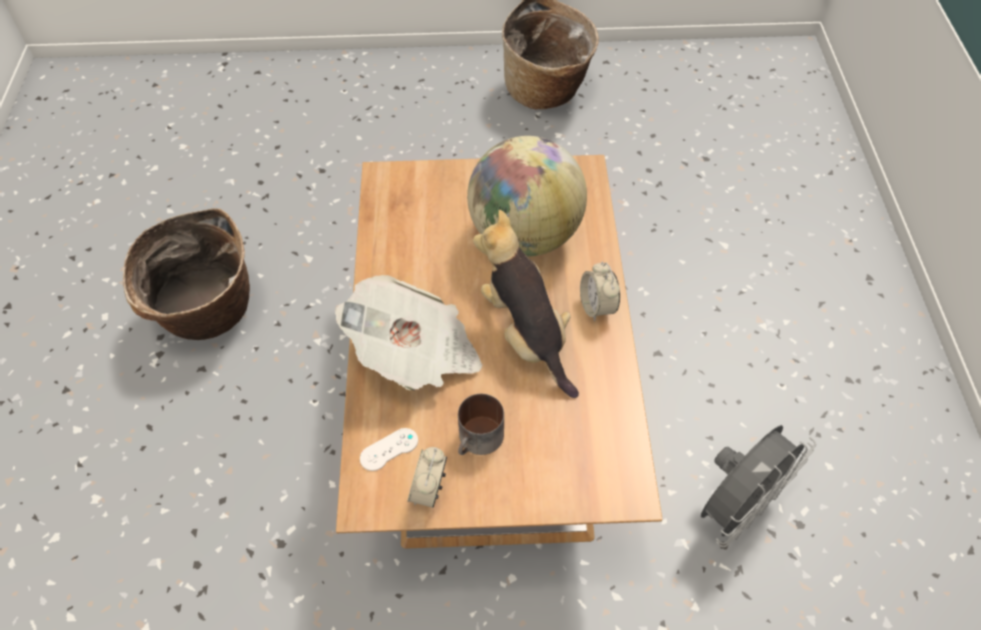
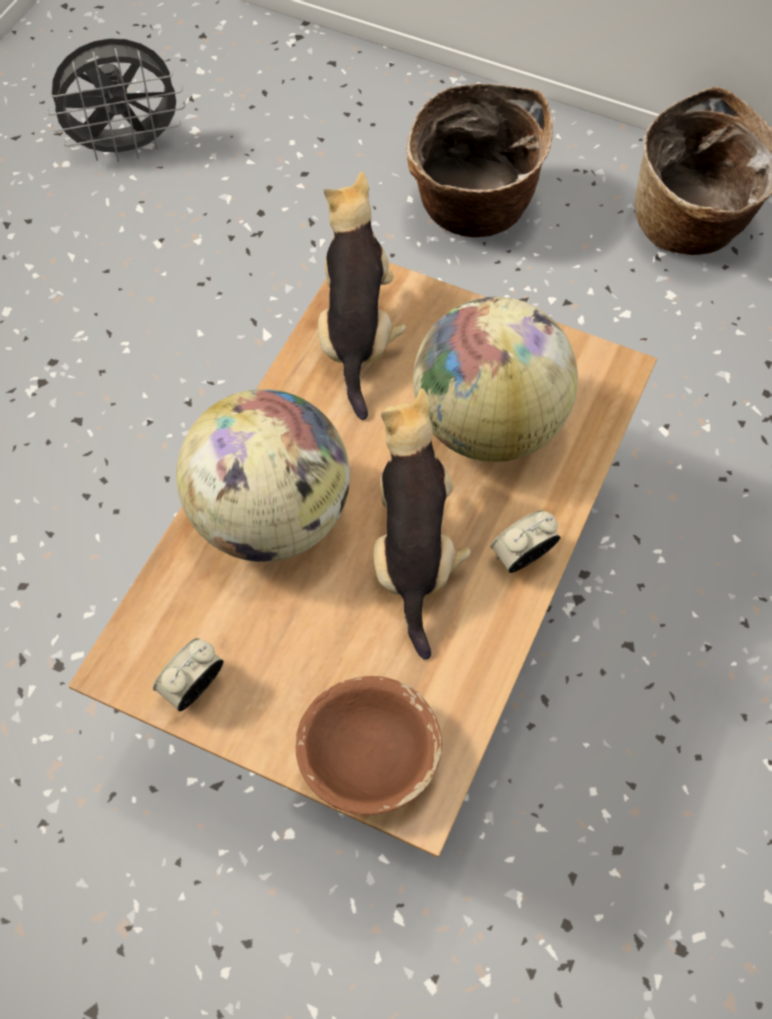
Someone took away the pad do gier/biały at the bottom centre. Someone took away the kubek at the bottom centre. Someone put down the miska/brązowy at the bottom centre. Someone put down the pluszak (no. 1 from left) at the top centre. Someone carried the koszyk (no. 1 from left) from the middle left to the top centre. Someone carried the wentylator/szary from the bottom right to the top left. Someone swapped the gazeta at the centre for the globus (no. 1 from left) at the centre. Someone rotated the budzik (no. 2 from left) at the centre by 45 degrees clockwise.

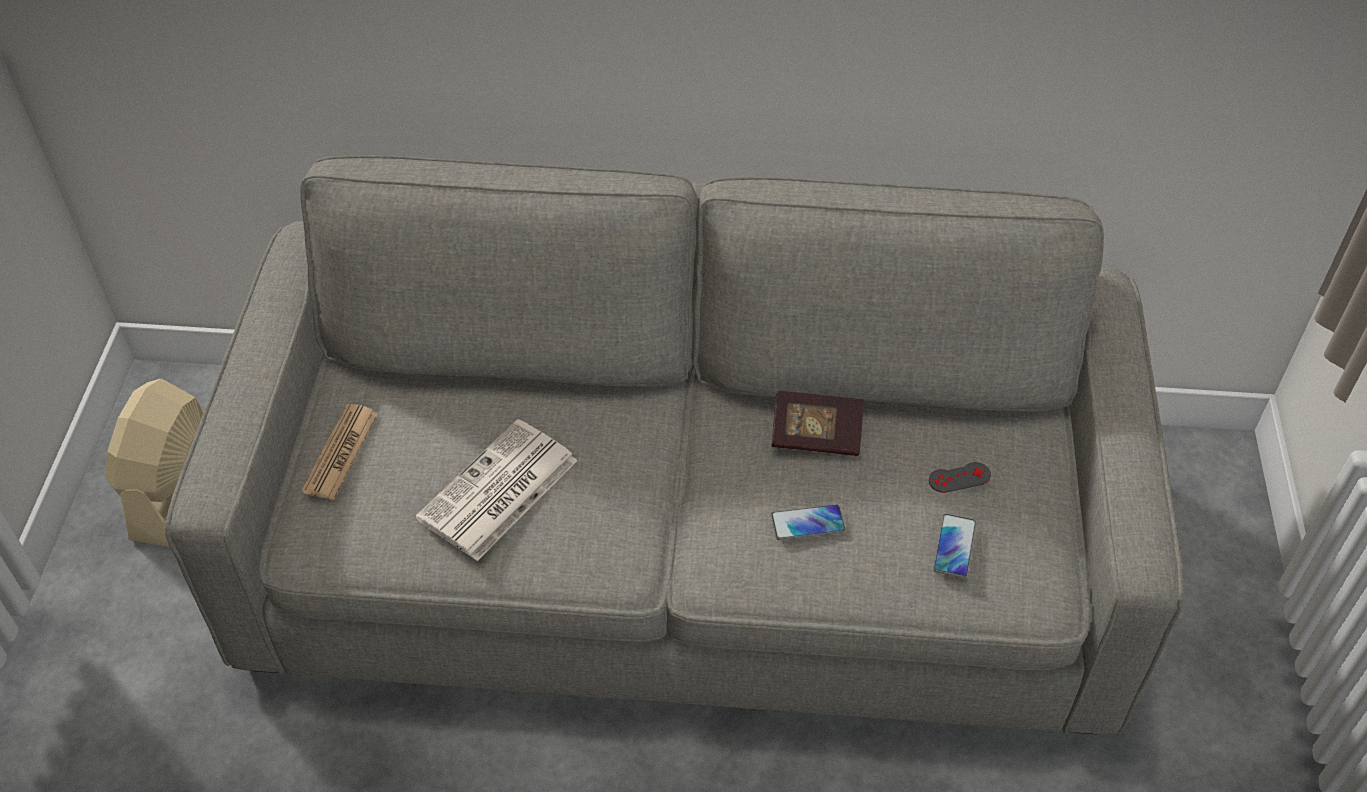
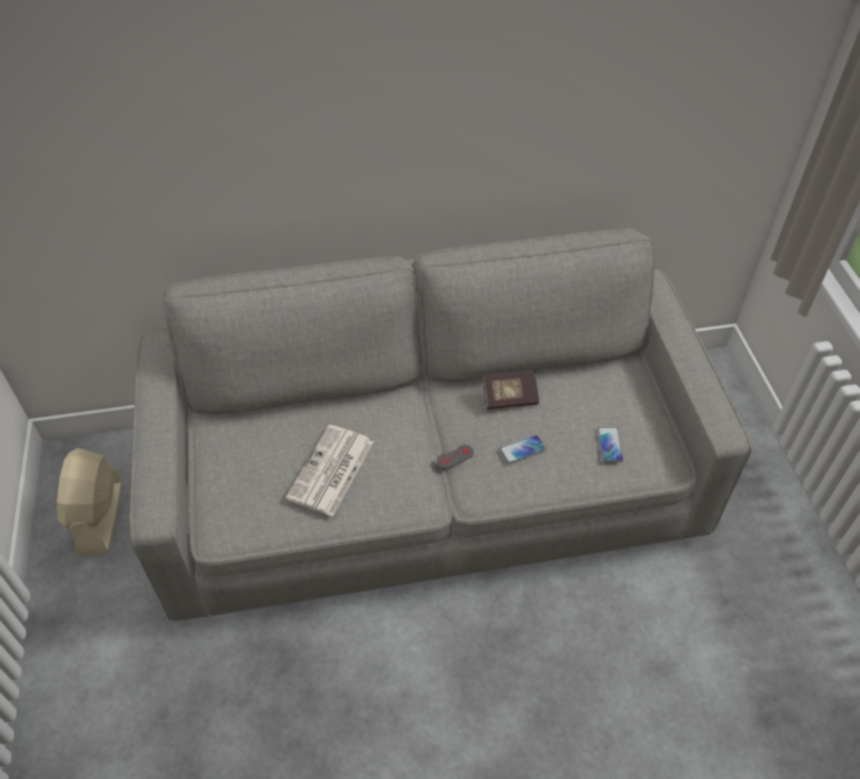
Someone took away the gazeta (no. 1 from left) at the middle left. Someone carried the pad do gier/szary from the middle right to the centre.

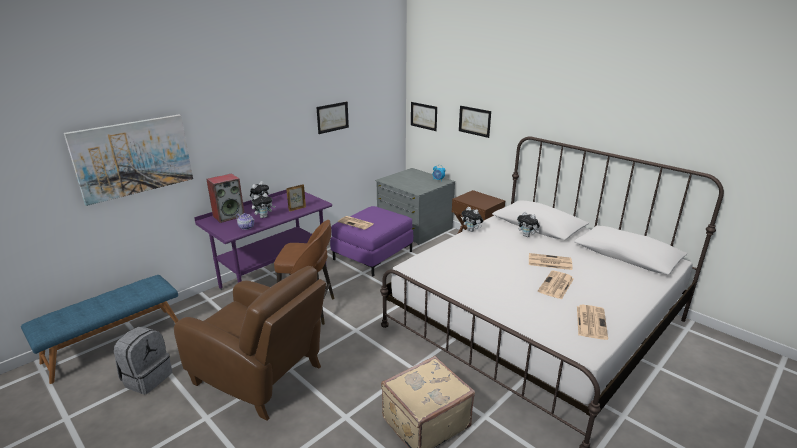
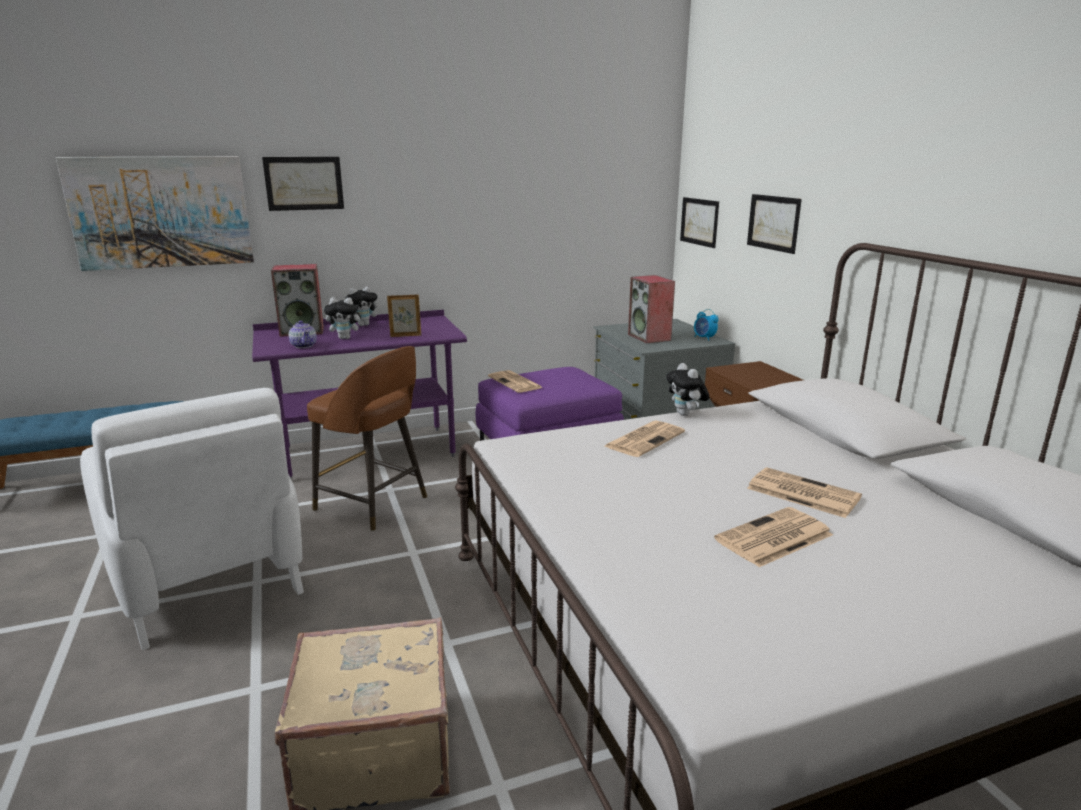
Someone took away the plecak/szary at the bottom left. Someone took away the pluszak (no. 4 from left) at the centre. Someone put down the głośnik (no. 2 from left) at the centre. Someone carried the obraz (no. 2 from left) from the top centre to the top left. Someone carried the gazeta (no. 4 from left in the first image) from the bottom right to the centre. Someone repainted the fotel/brązowy at the bottom left, which became the fotel/biały at the middle left.

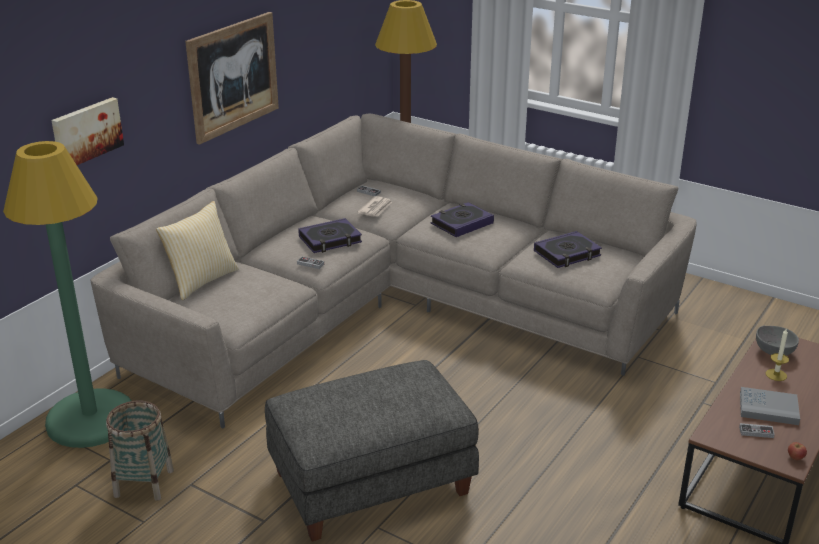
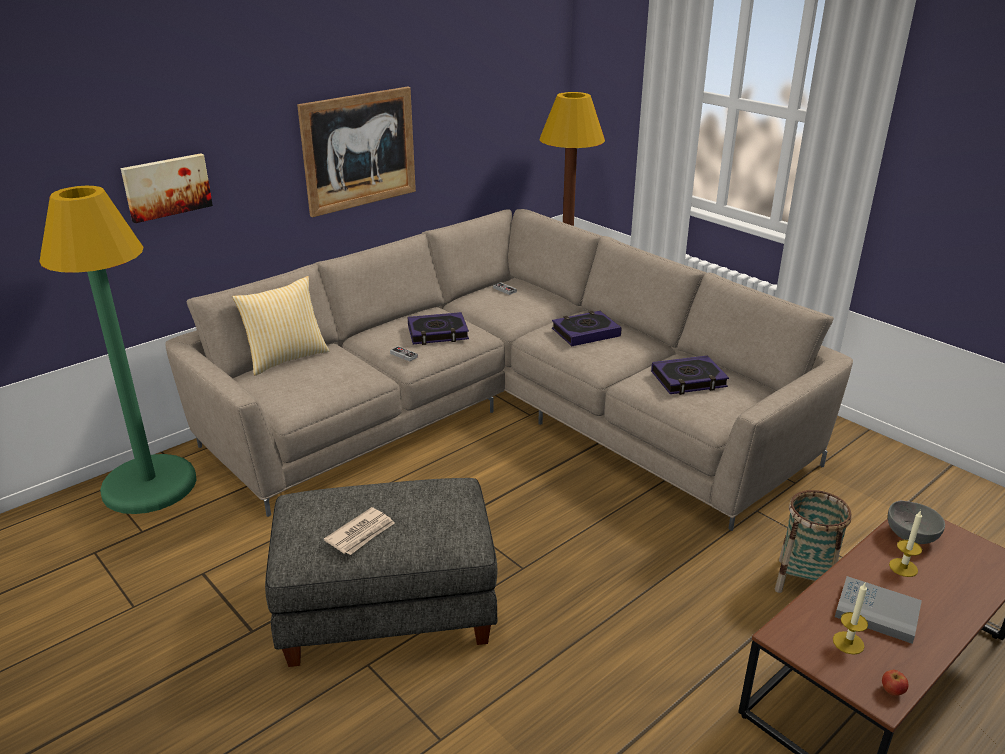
Someone carried the koszyk from the bottom left to the bottom right. Someone carried the gazeta from the centre to the bottom centre. Someone swapped the pad do gier (no. 3 from left) at the bottom right for the świeca (no. 1 from left) at the bottom right.

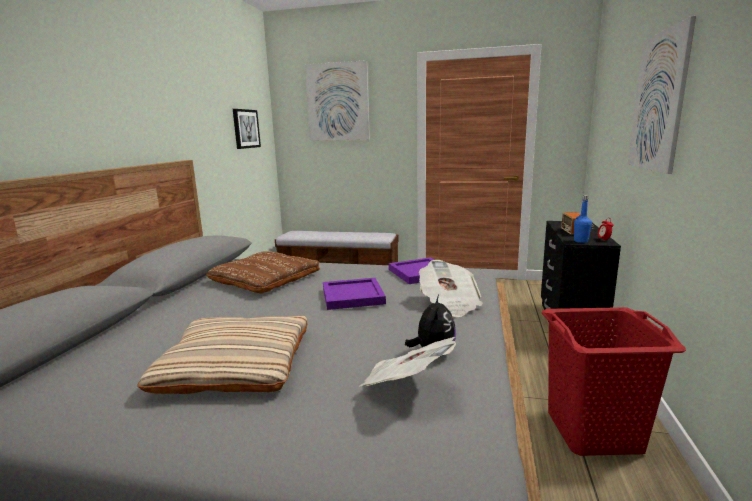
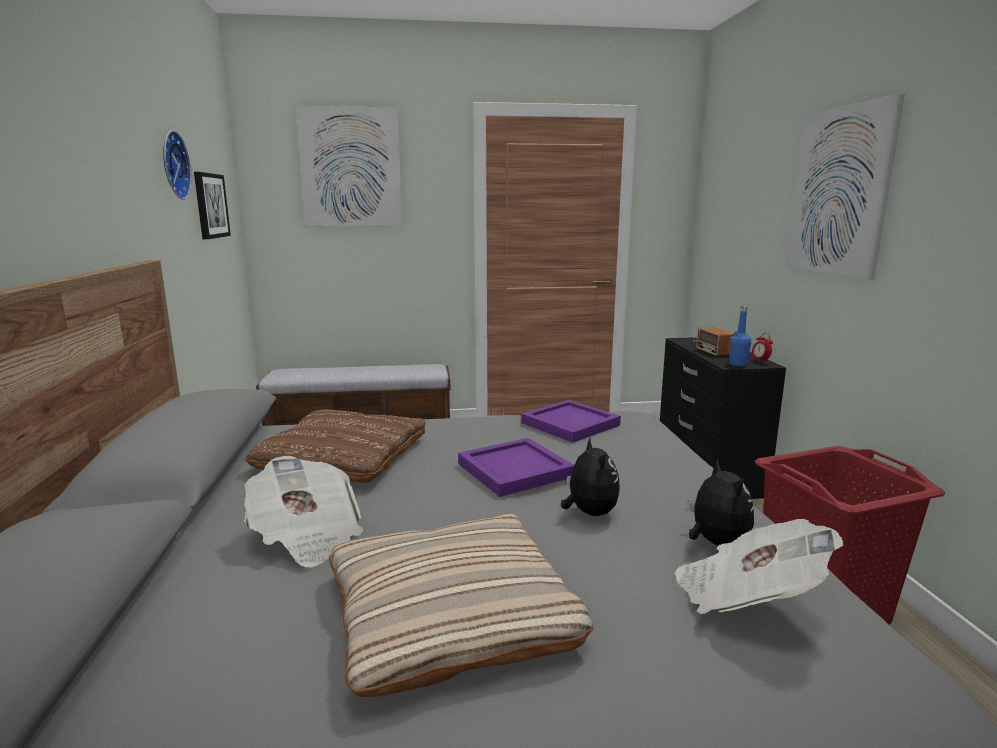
Someone put up the zegar ścienny at the top left. Someone put down the pluszak (no. 1 from left) at the centre. Someone carried the gazeta (no. 2 from left in the first image) from the centre to the bottom left.

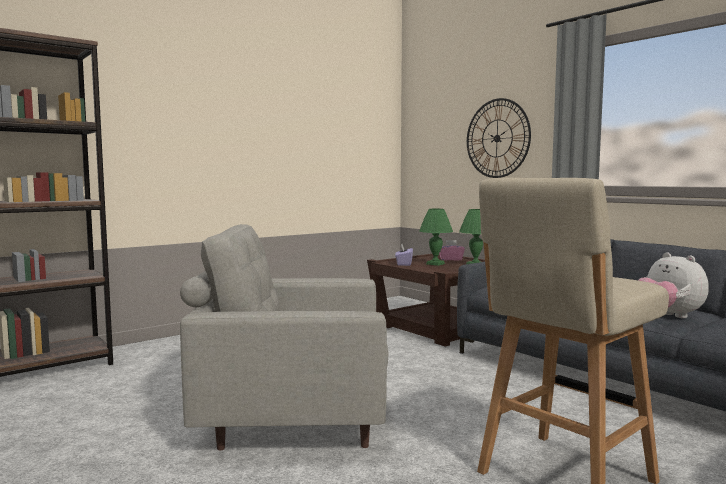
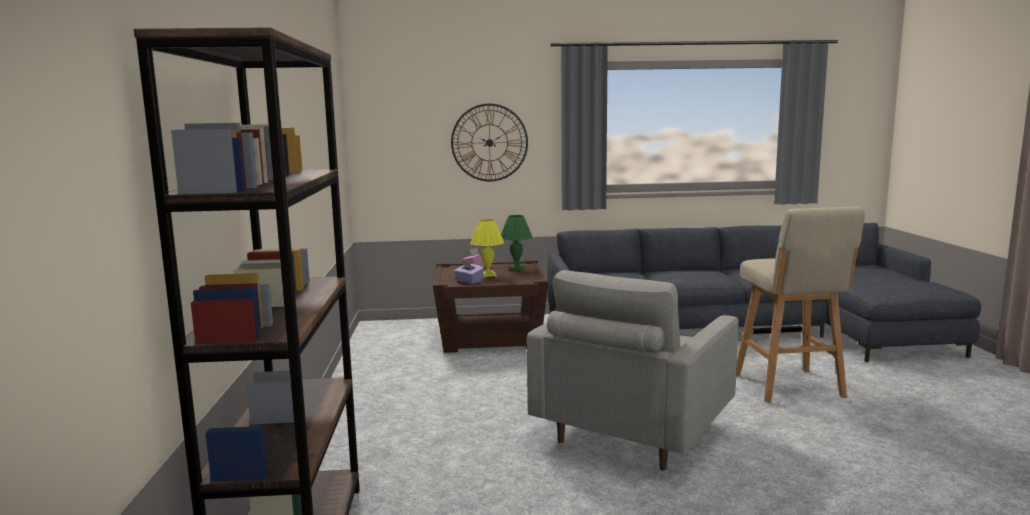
Someone took away the pluszak at the middle right. Someone repainted the lampa stołowa/zielony (no. 1 from left) at the centre, which became the lampa stołowa/żółty at the centre.

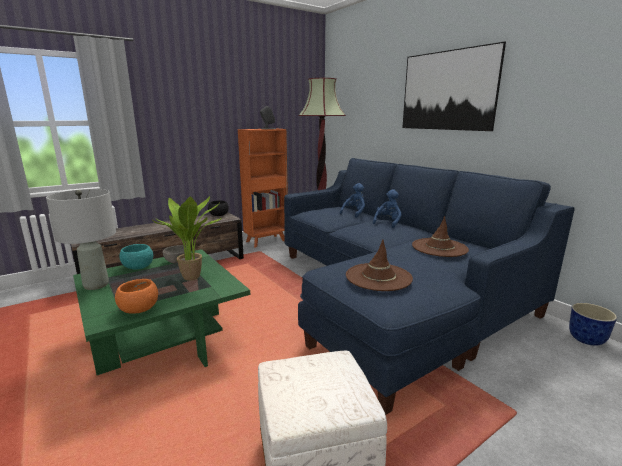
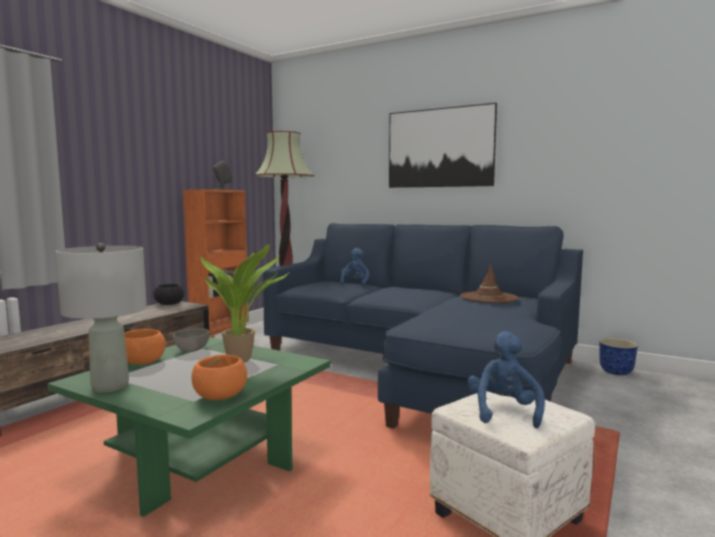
Someone took away the kapelusz/brązowy (no. 1 from left) at the centre. Someone carried the pluszak/niebieski (no. 2 from left) from the centre to the bottom right. Someone repainted the miska/turkusowy at the middle left, which became the miska/pomarańczowy (no. 1 from left) at the middle left.

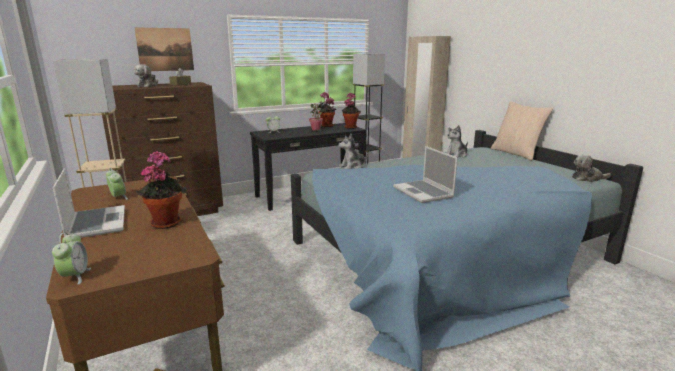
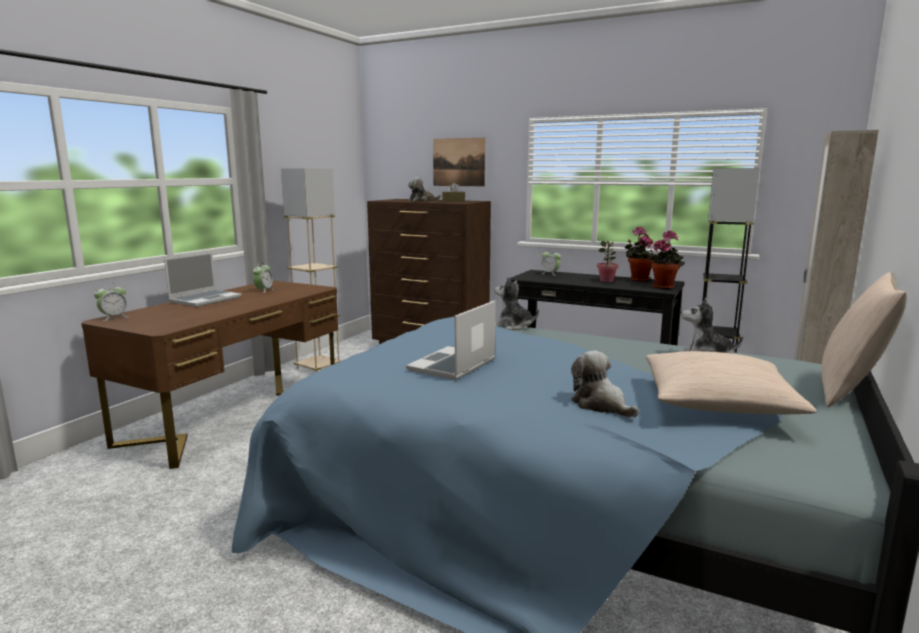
Someone took away the roślina doniczkowa (no. 1 from left) at the middle left. Someone put down the poduszka/beżowy (no. 1 from left) at the middle right. Someone carried the pluszak (no. 4 from left in the first image) from the middle right to the centre.

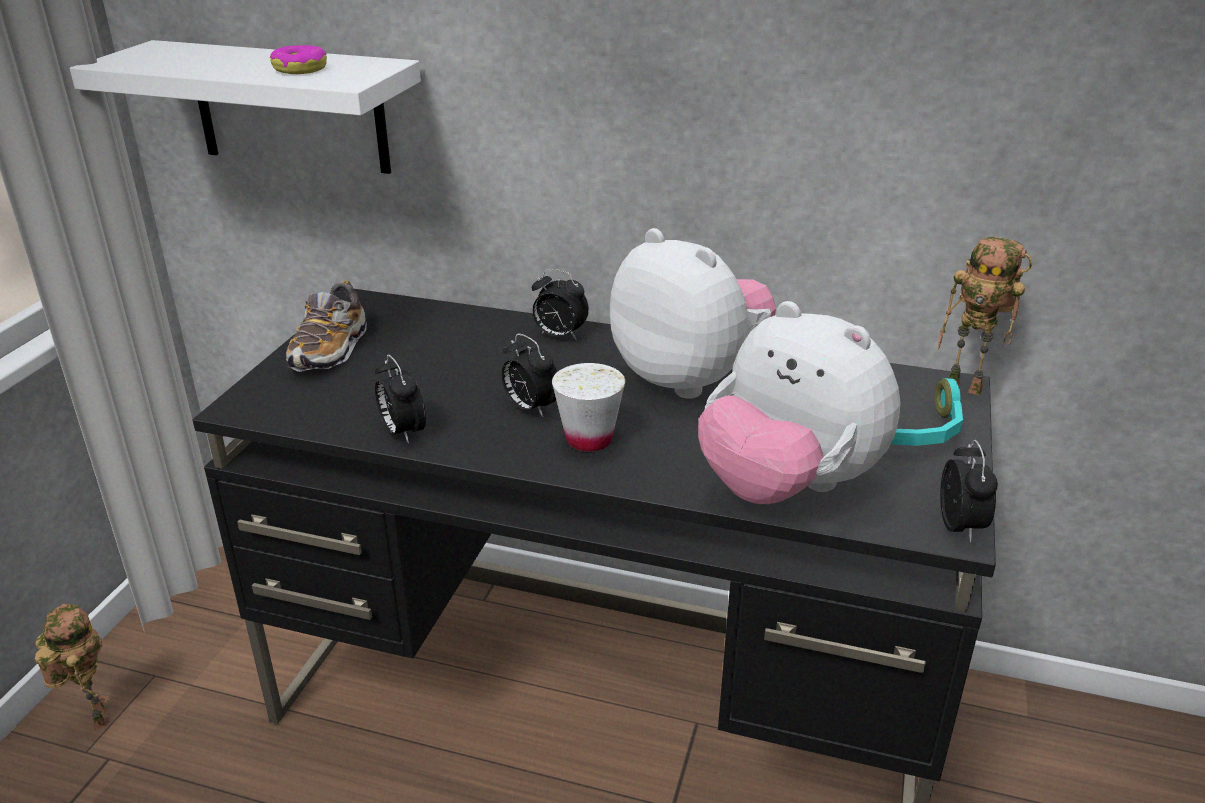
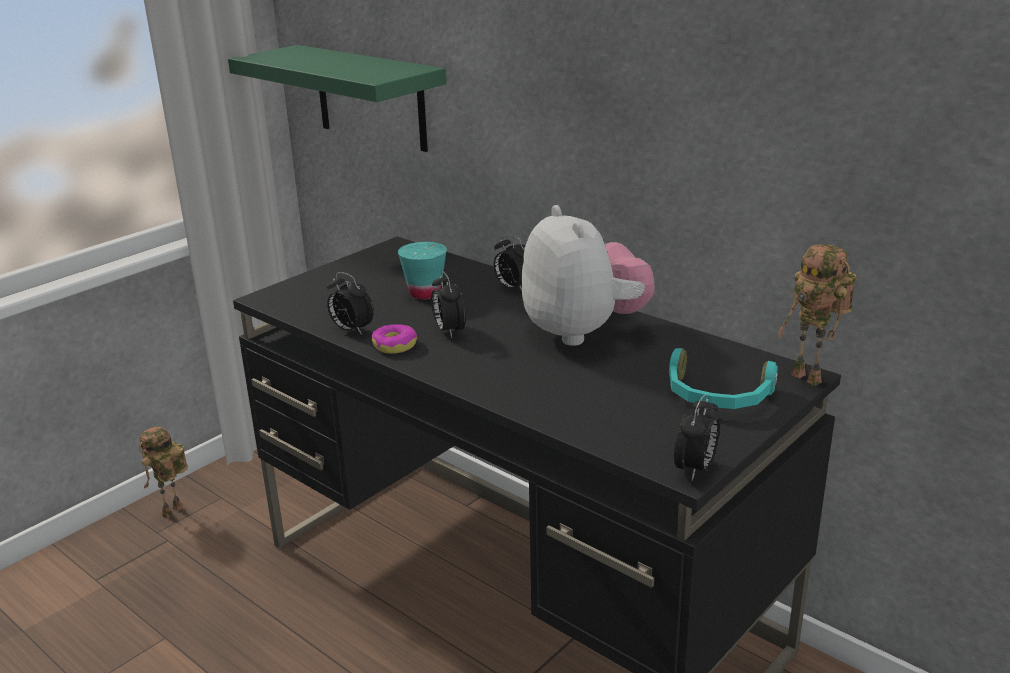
Someone took away the but at the middle left. Someone took away the filiżanka/biały at the centre. Someone took away the pluszak (no. 2 from left) at the centre. Someone put down the filiżanka/turkusowy at the centre. Someone carried the donut from the top left to the centre. Someone repainted the półka/biały at the top left, which became the półka/zielony at the top centre. Someone rotated the robot zabawkowy (no. 1 from left) at the bottom left by 150 degrees counterclockwise. Someone rotated the budzik (no. 1 from left) at the middle left by 45 degrees counterclockwise.

